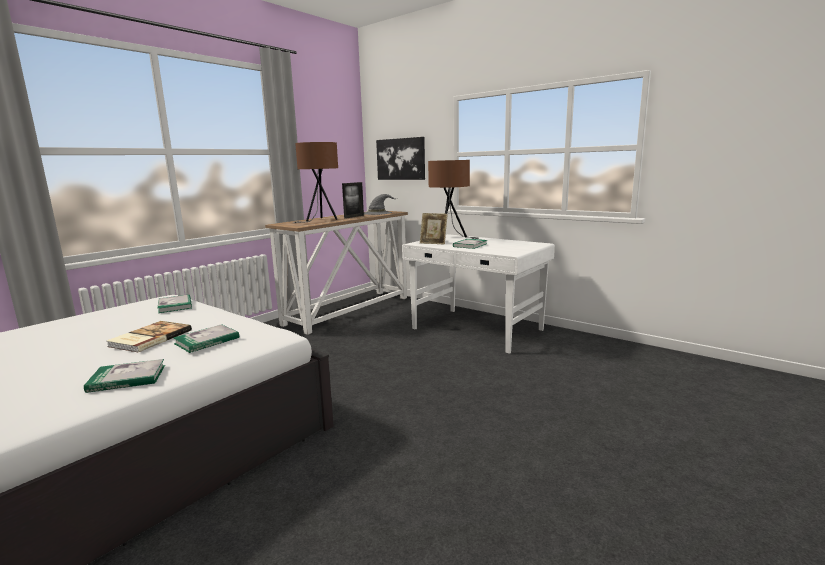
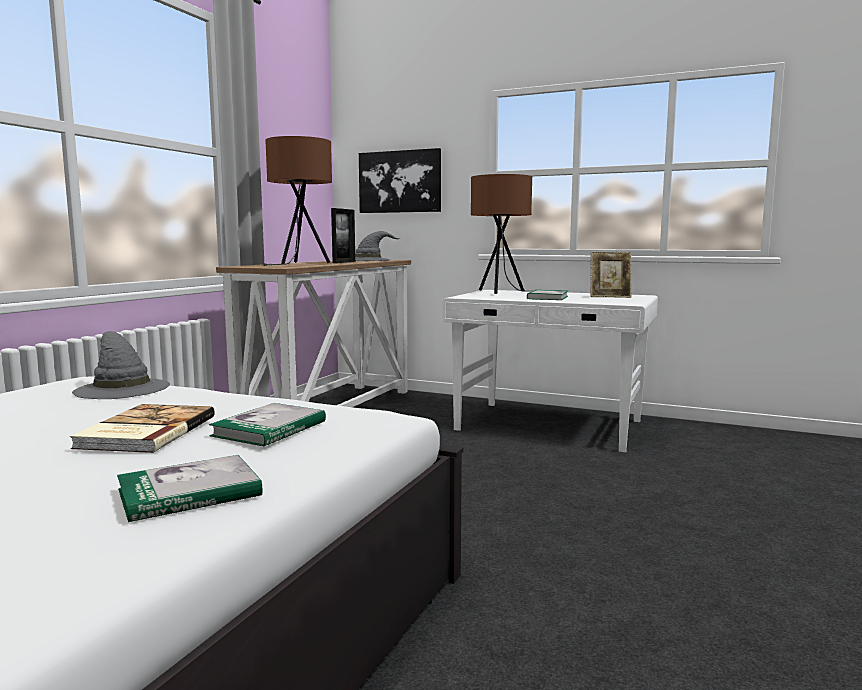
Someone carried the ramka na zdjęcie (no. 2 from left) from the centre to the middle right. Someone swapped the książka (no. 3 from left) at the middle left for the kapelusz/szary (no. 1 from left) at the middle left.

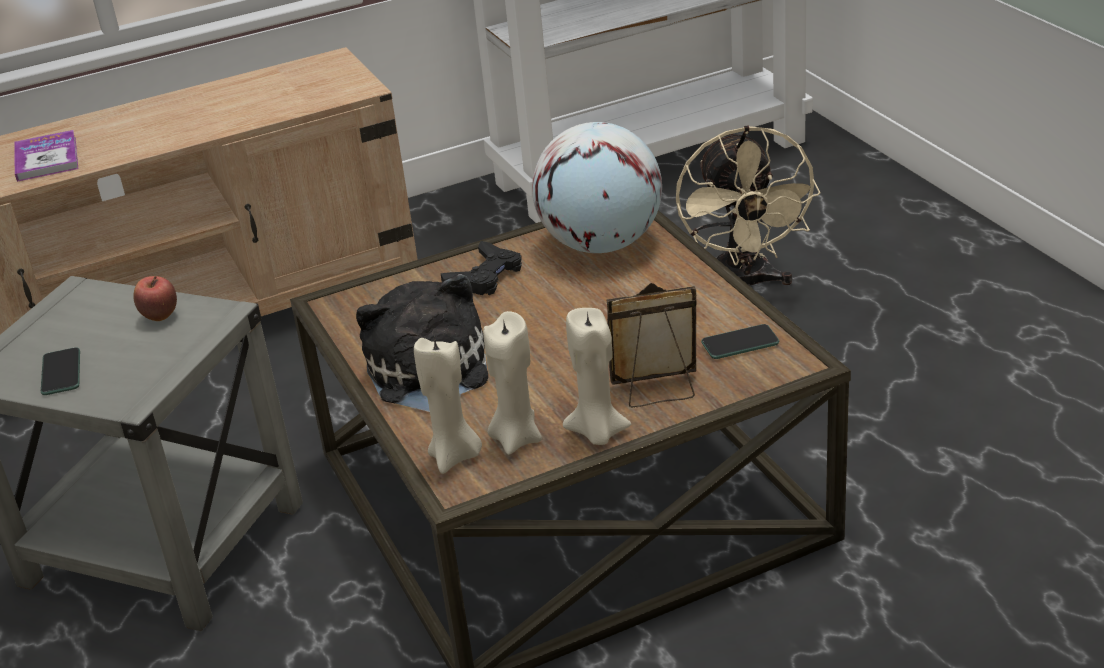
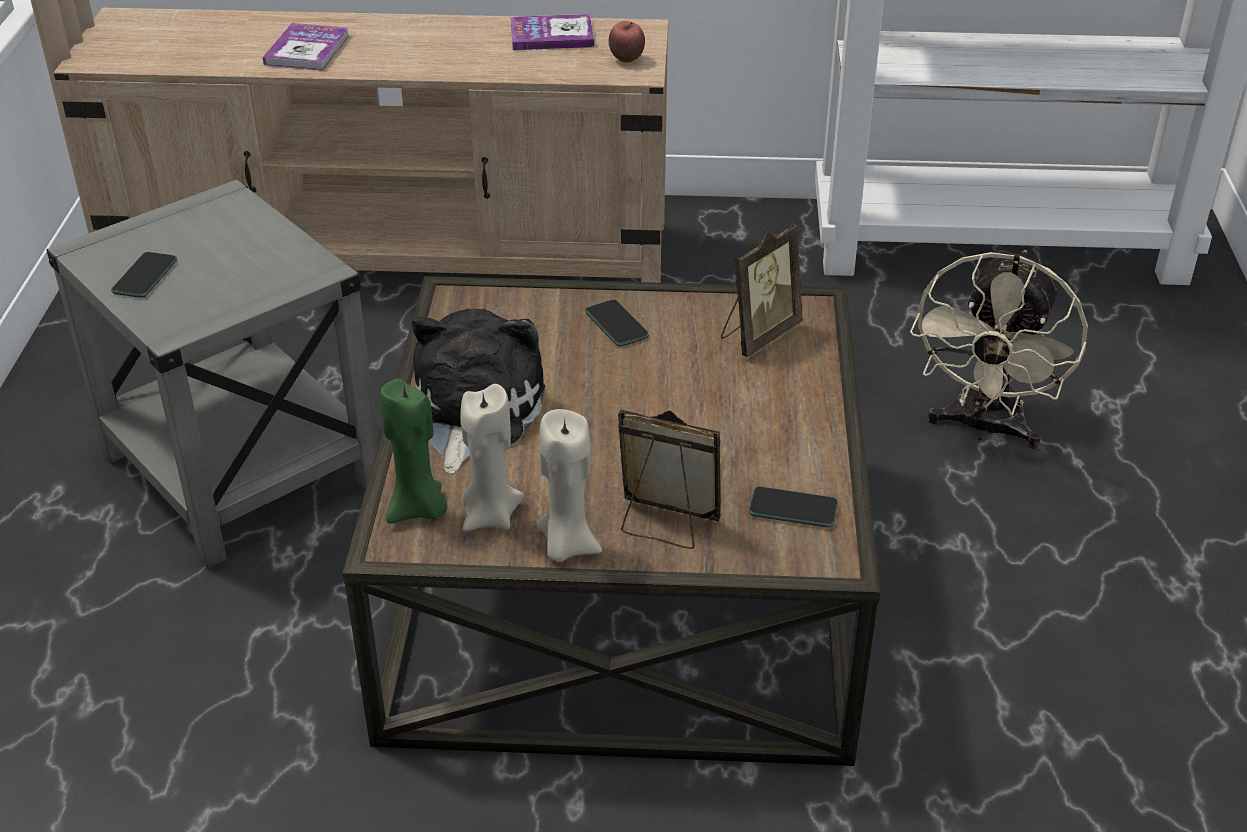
Someone put down the książka (no. 2 from left) at the top centre. Someone carried the jabłko from the middle left to the top centre. Someone swapped the pad do gier/czarny at the centre for the telefon (no. 2 from left) at the centre. Someone swapped the globus at the top centre for the ramka na zdjęcie (no. 2 from left) at the centre. Someone repainted the świeca/beżowy (no. 1 from left) at the centre, which became the świeca/zielony at the middle left.

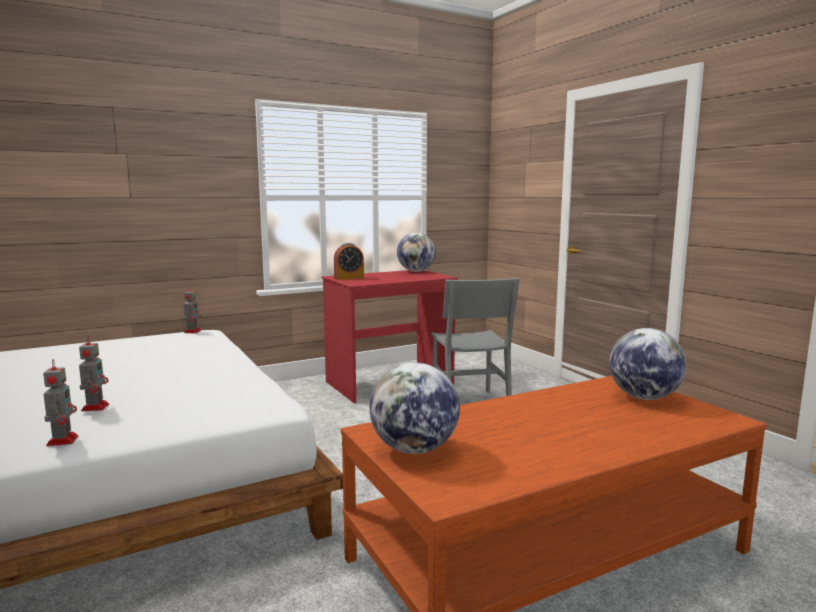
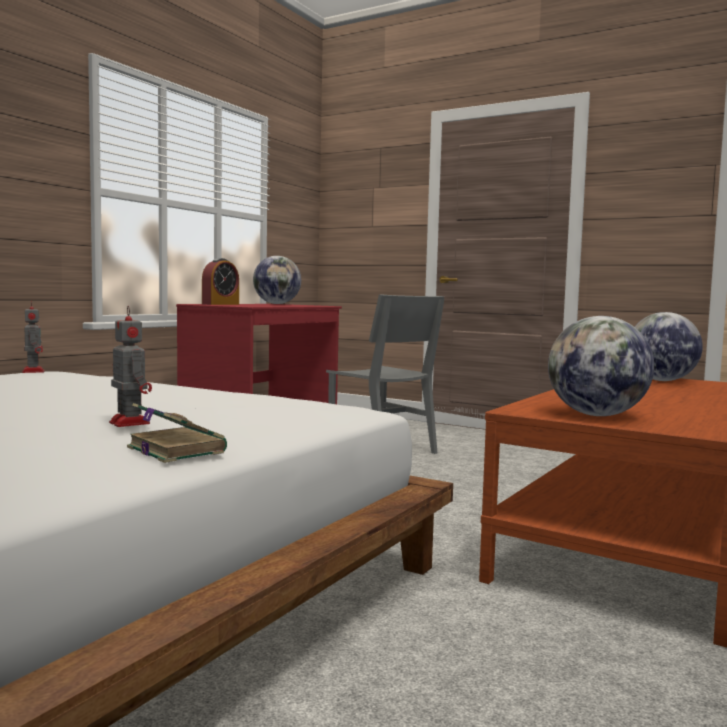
Someone swapped the robot zabawkowy (no. 1 from left) at the middle left for the książka at the middle left.

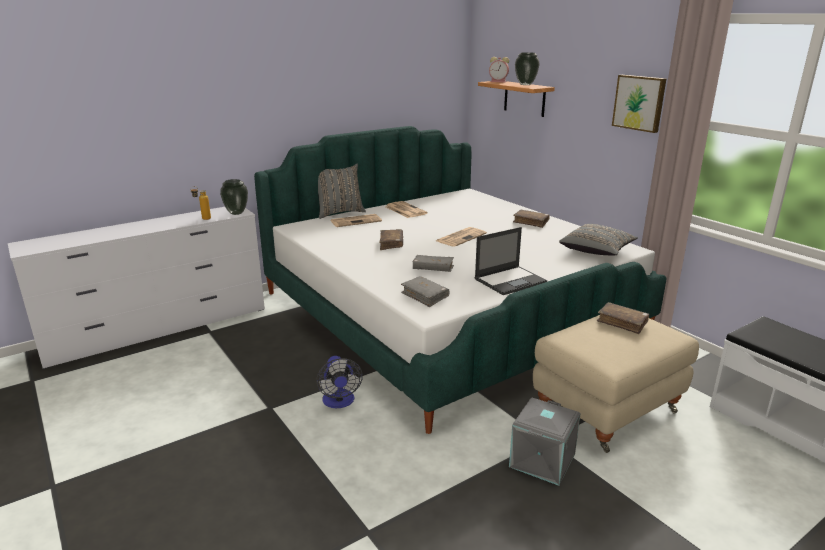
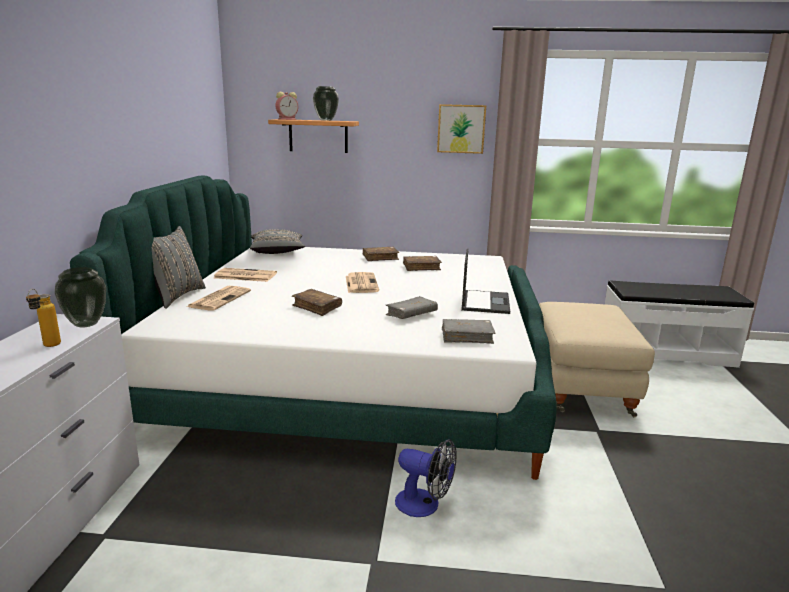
Someone took away the pojemnik do przechowywania/szary at the bottom centre. Someone carried the poduszka/szary (no. 2 from left) from the middle right to the centre. Someone carried the książka/brązowy (no. 3 from left) from the middle right to the centre.

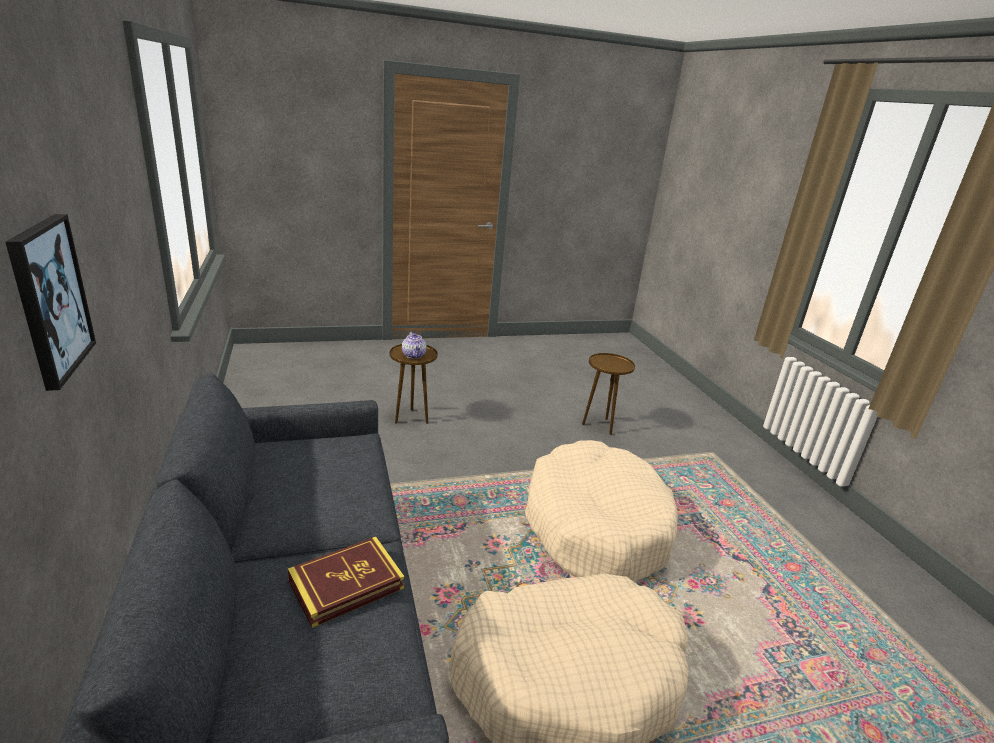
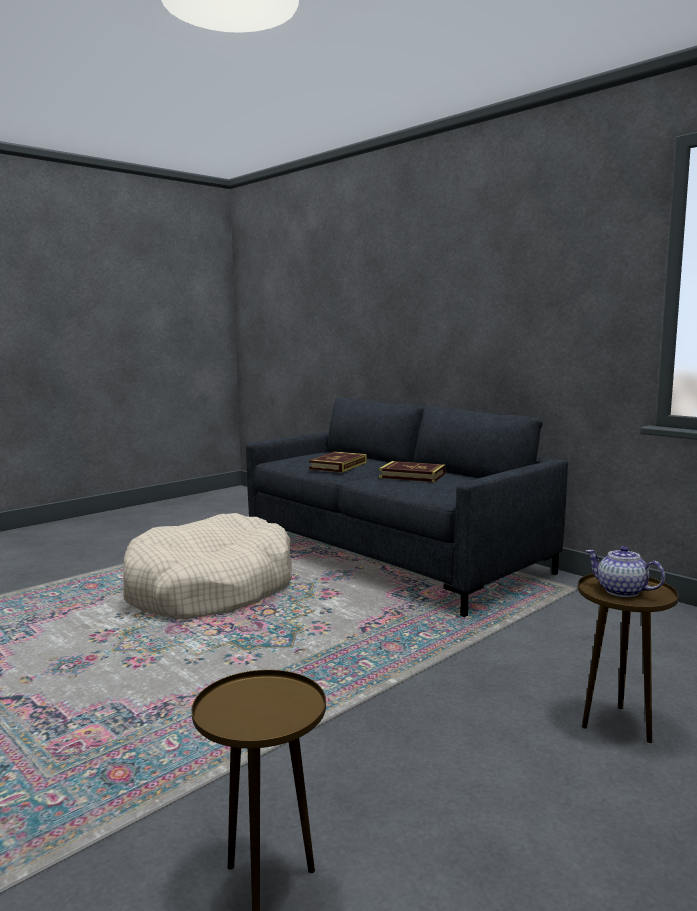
Someone took away the obraz at the middle left. Someone took away the legowisko/beżowy (no. 2 from left) at the bottom centre. Someone put down the książka (no. 2 from left) at the centre.

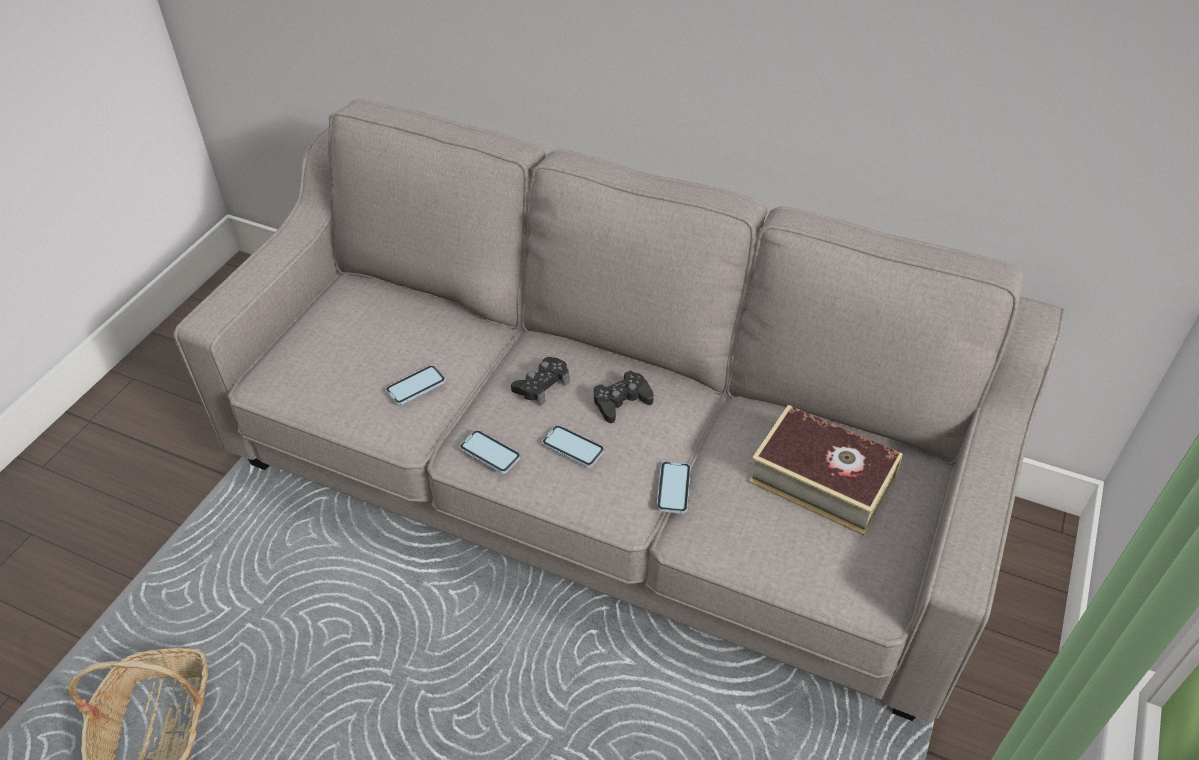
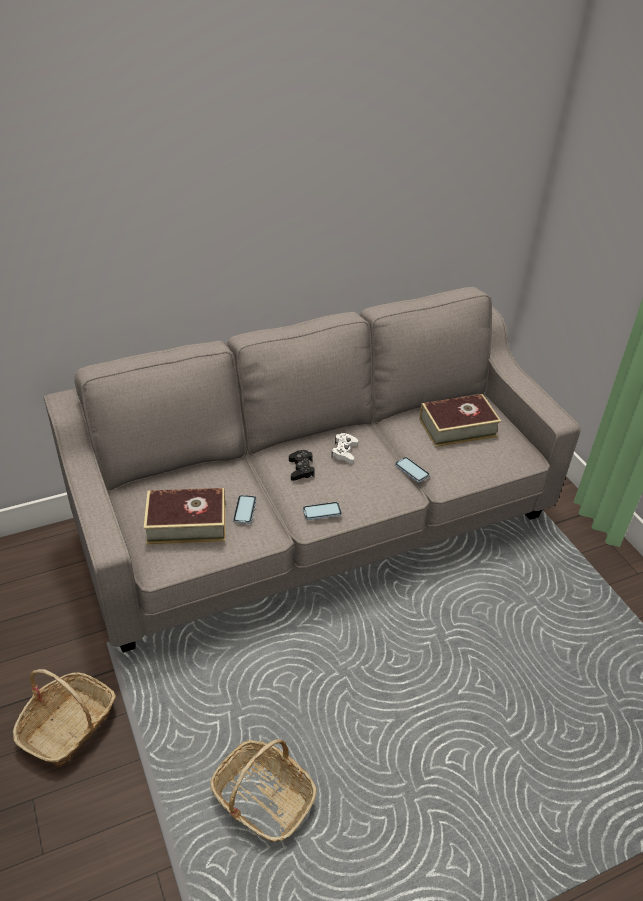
Someone took away the telefon (no. 3 from left) at the centre. Someone put down the koszyk (no. 1 from left) at the bottom left. Someone put down the książka (no. 1 from left) at the middle left. Someone repainted the pad do gier/czarny (no. 2 from left) at the centre, which became the pad do gier/biały at the centre.

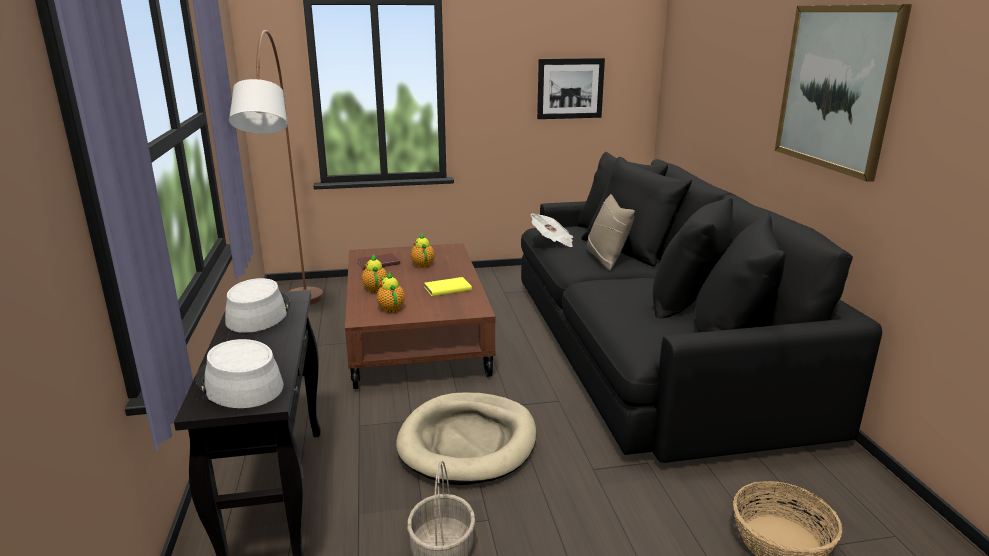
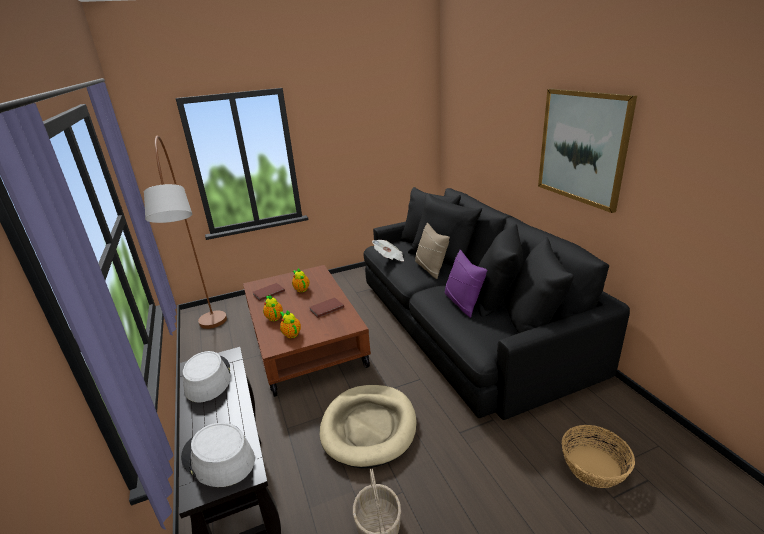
Someone took away the obraz (no. 1 from left) at the top centre. Someone put down the poduszka/fioletowy at the centre. Someone repainted the książka/żółty at the centre, which became the książka/brązowy (no. 2 from left) at the centre.

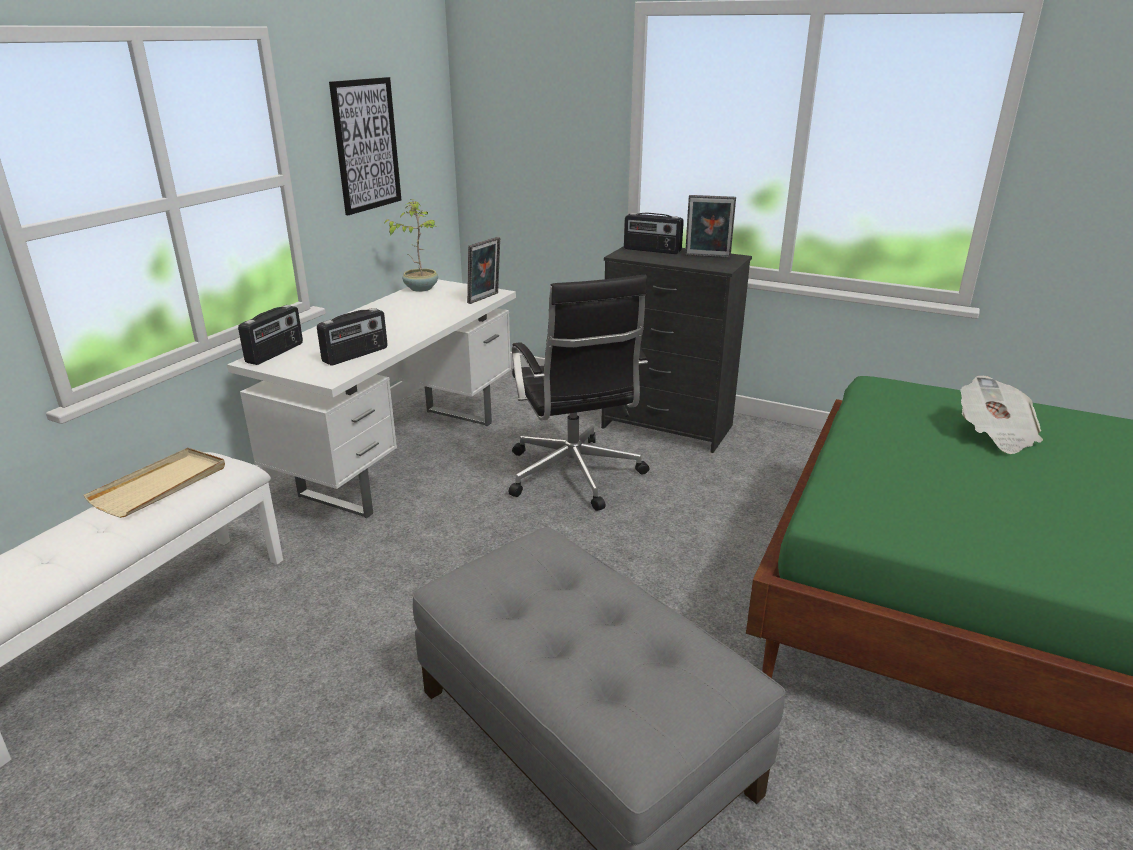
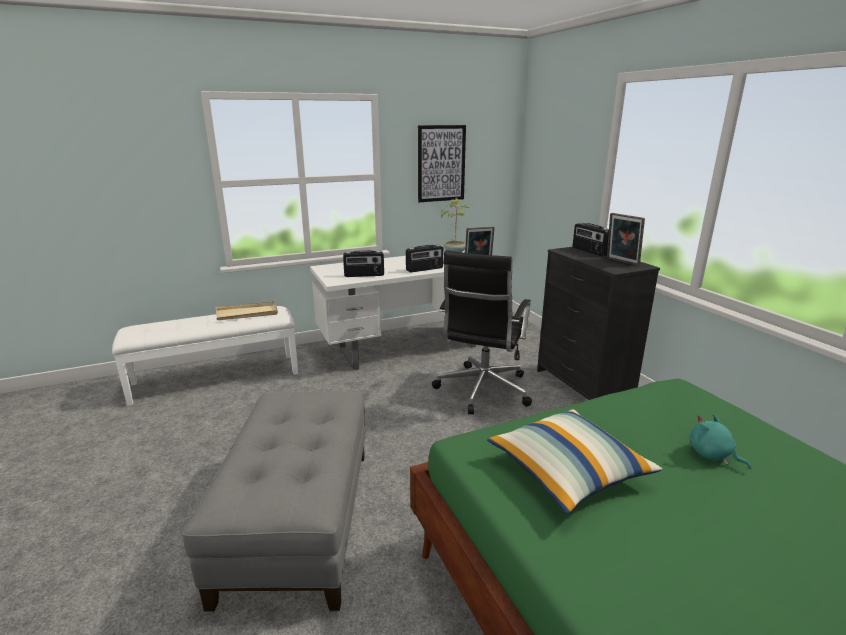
Someone put down the poduszka at the bottom right. Someone carried the radio (no. 1 from left in the first image) from the middle left to the centre. Someone swapped the gazeta at the middle right for the pluszak/turkusowy at the bottom right.

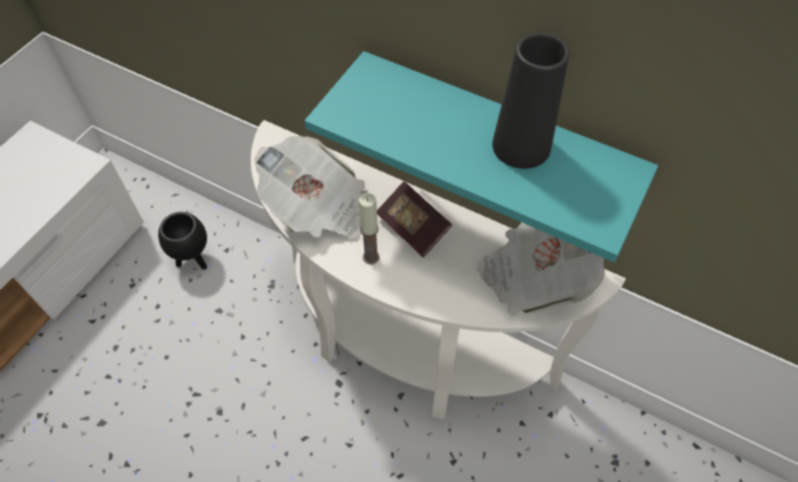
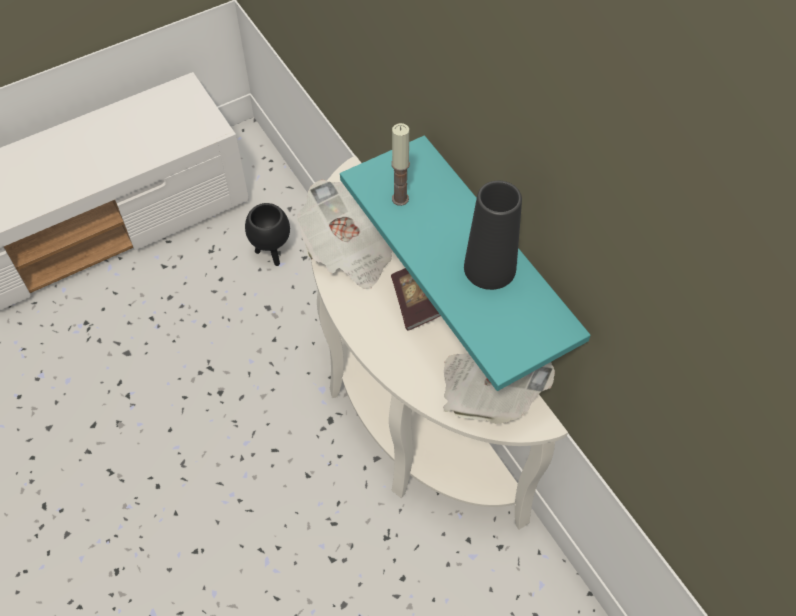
Someone carried the świeca from the centre to the top centre.

